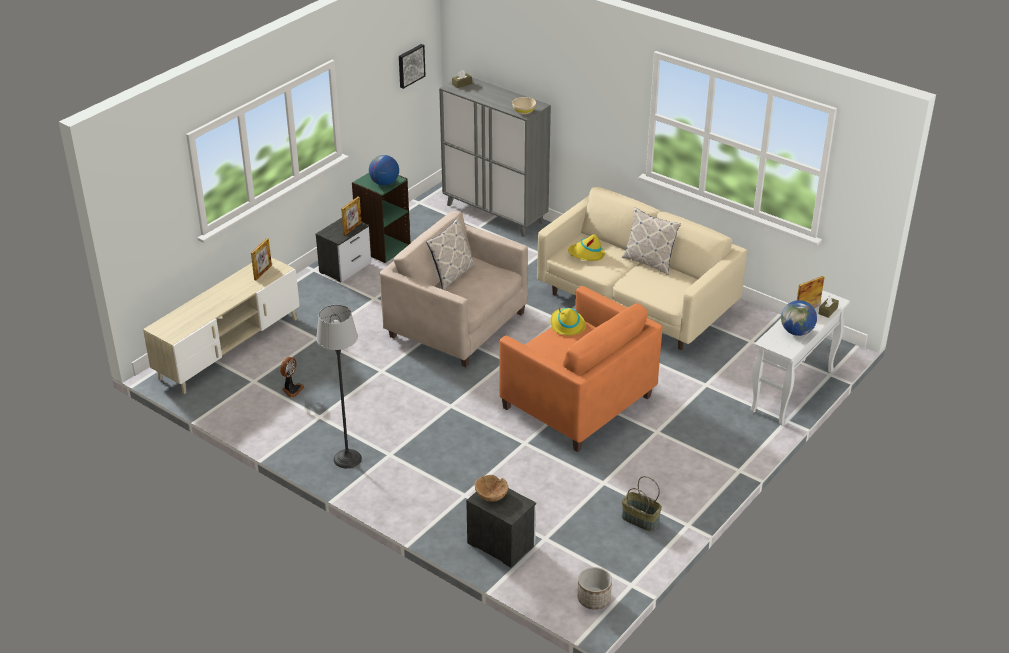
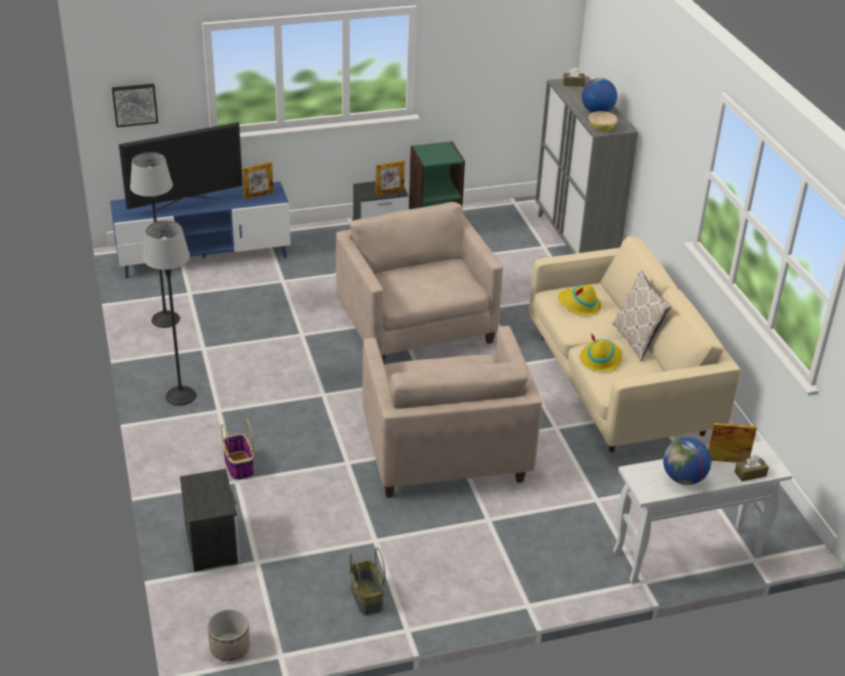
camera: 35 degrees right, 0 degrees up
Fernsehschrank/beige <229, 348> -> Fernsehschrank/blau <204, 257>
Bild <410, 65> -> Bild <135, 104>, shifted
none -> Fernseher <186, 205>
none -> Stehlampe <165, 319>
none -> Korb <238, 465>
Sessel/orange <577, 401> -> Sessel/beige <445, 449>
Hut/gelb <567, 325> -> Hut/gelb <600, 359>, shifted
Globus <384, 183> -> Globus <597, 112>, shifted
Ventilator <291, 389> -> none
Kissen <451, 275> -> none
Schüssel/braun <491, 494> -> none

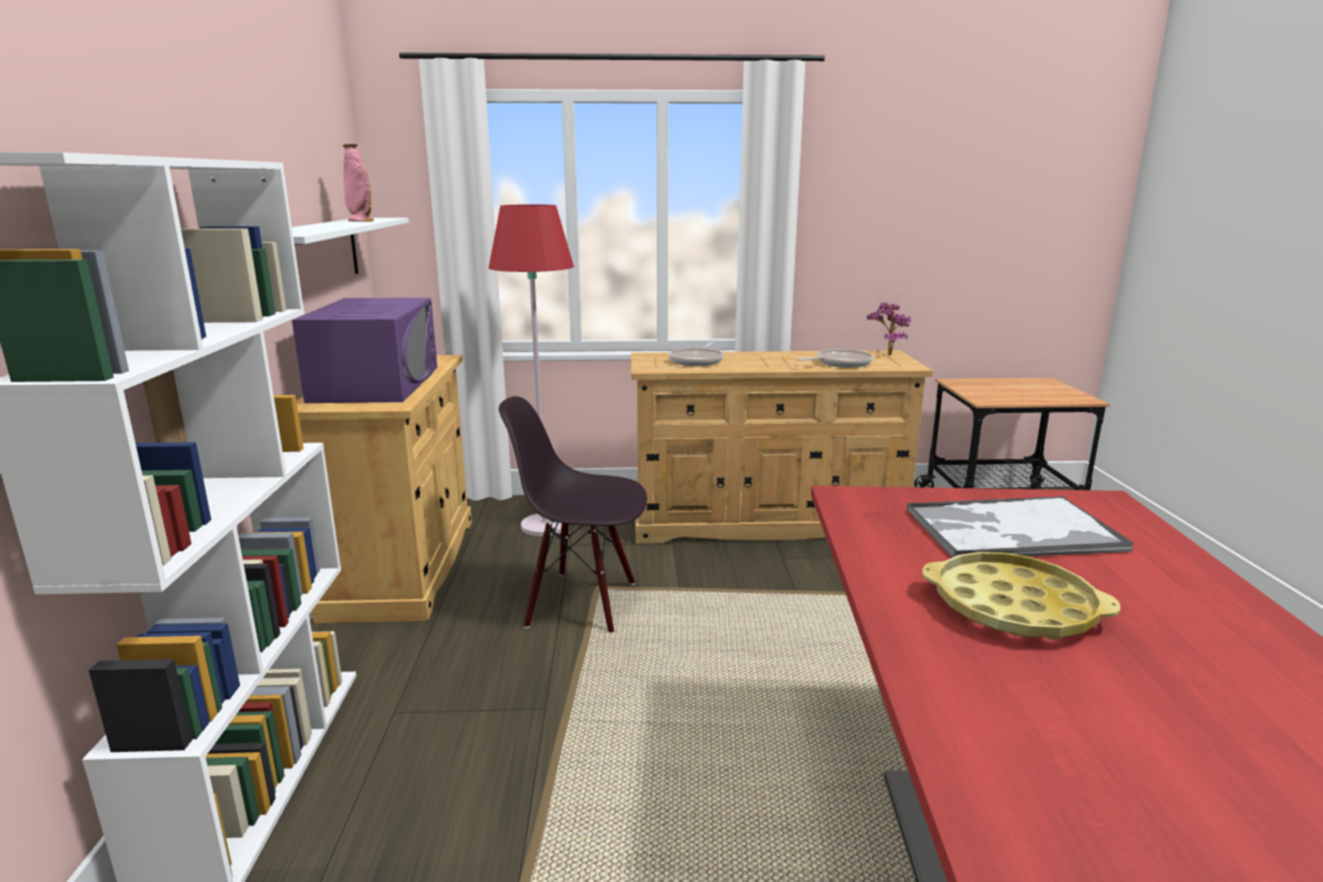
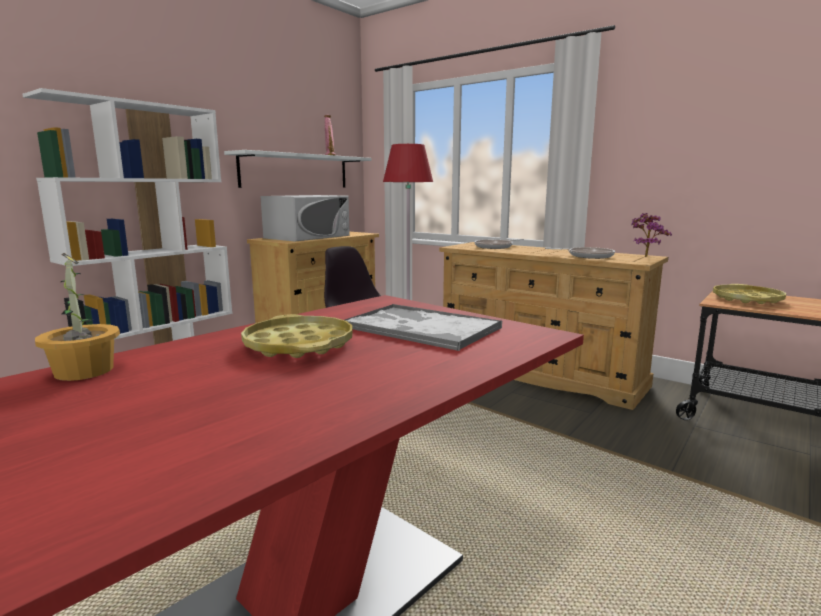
camera: 40 degrees right, 5 degrees down
none -> Topfpflanze <83, 371>
Mikrowelle/lila <376, 384> -> Mikrowelle/weiß <307, 236>
none -> Tablett/gelb <747, 299>

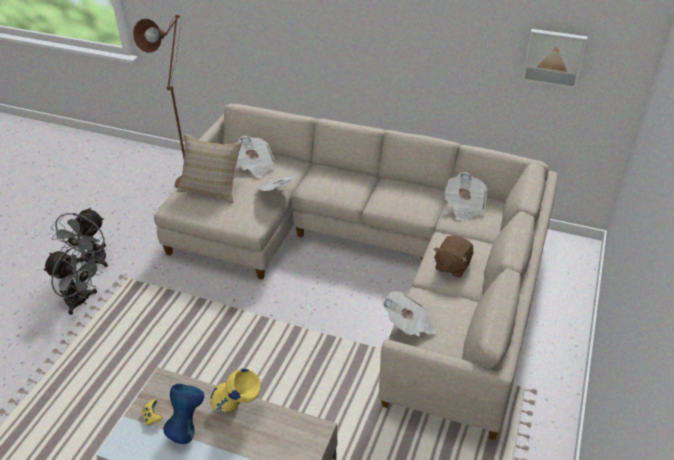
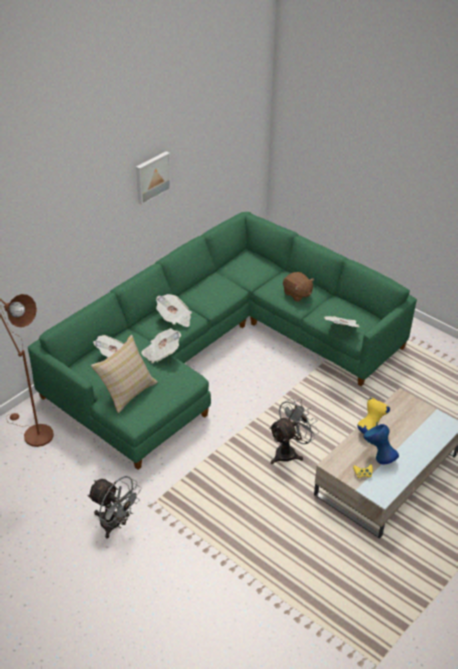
camera: 70 degrees left, 0 degrees up
Sofa/beige <369, 257> -> Sofa/grün <217, 350>
Bild <554, 57> -> Bild <152, 177>, shifted
Zeitung <464, 206> -> Zeitung <174, 318>, shifted
Ventilator/grau <81, 301> -> Ventilator/grau <289, 452>, shifted

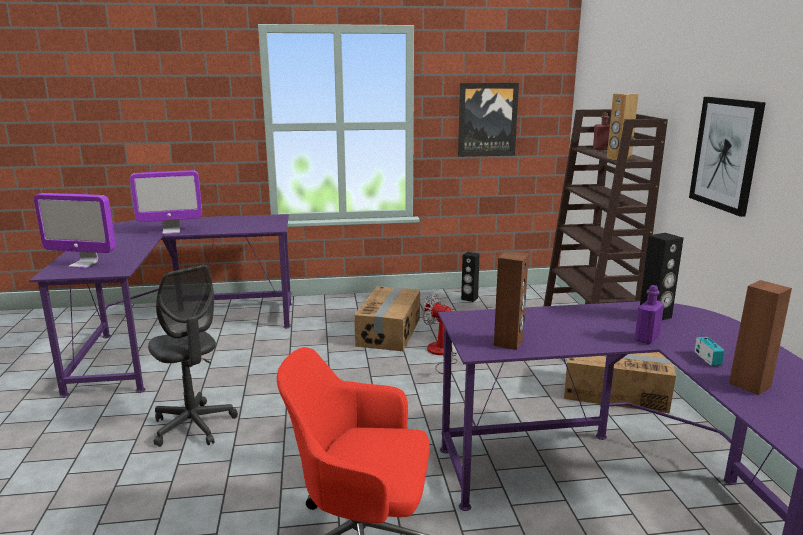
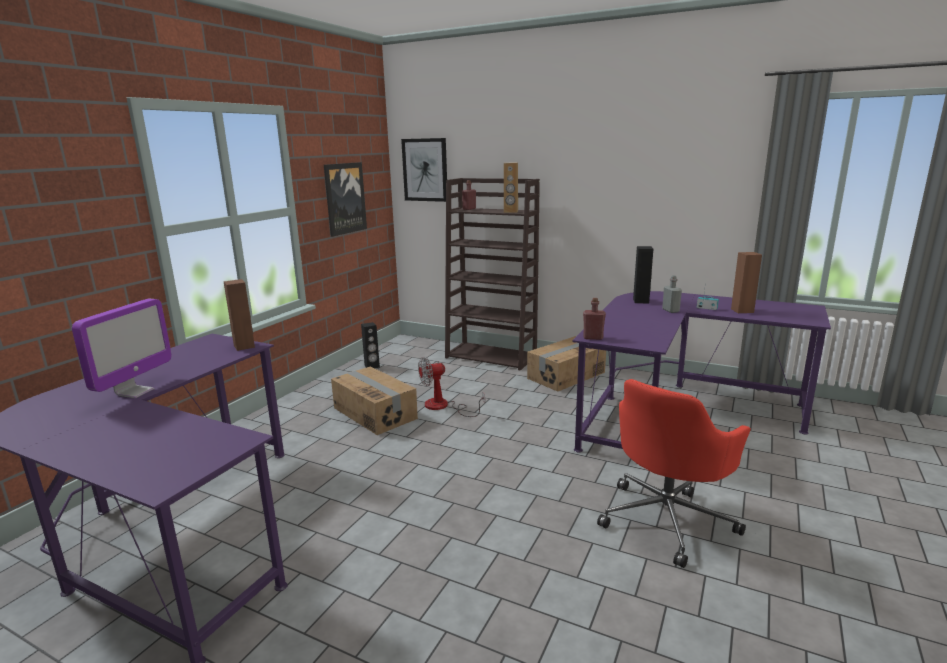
camera: 55 degrees left, 0 degrees up
Lautsprecher/braun <509, 343> -> Lautsprecher/braun <244, 346>, shifted
Bild <726, 154> -> Bild <425, 170>, shifted
none -> Flasche/rot <593, 337>
Flasche/lila <646, 338> -> Flasche/grau <670, 310>
Monitor <83, 264> -> none
Bürostuhl/grau <193, 426> -> none

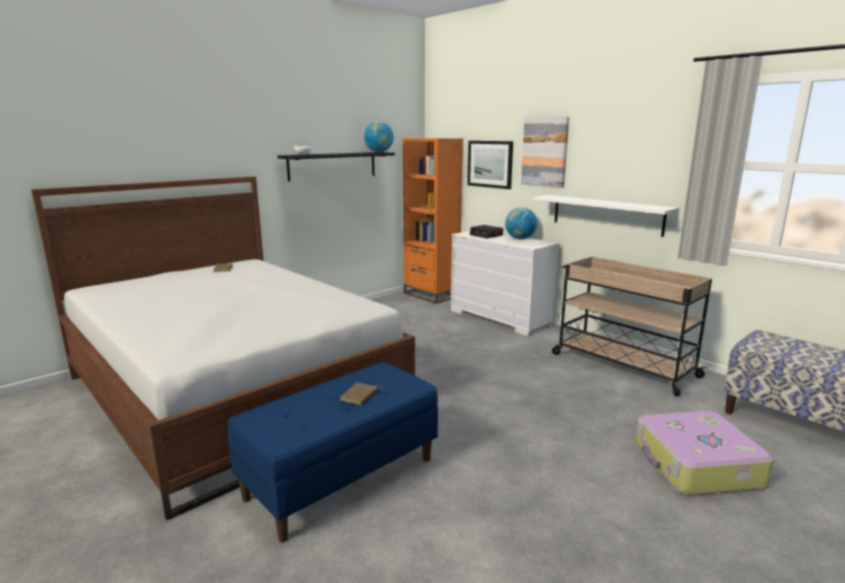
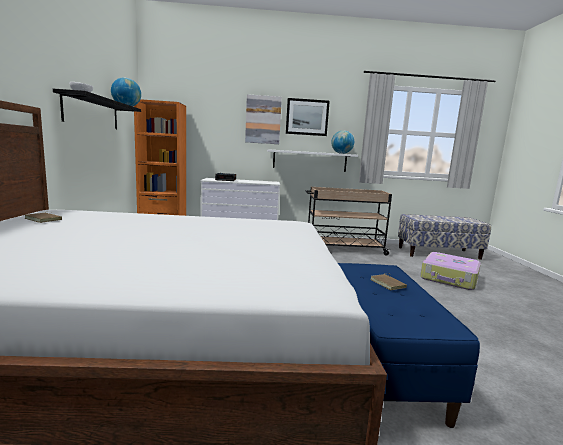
camera: 50 degrees left, 5 degrees down
Bild <490, 164> -> Bild <307, 117>, shifted
Globus <520, 238> -> Globus <341, 153>, shifted

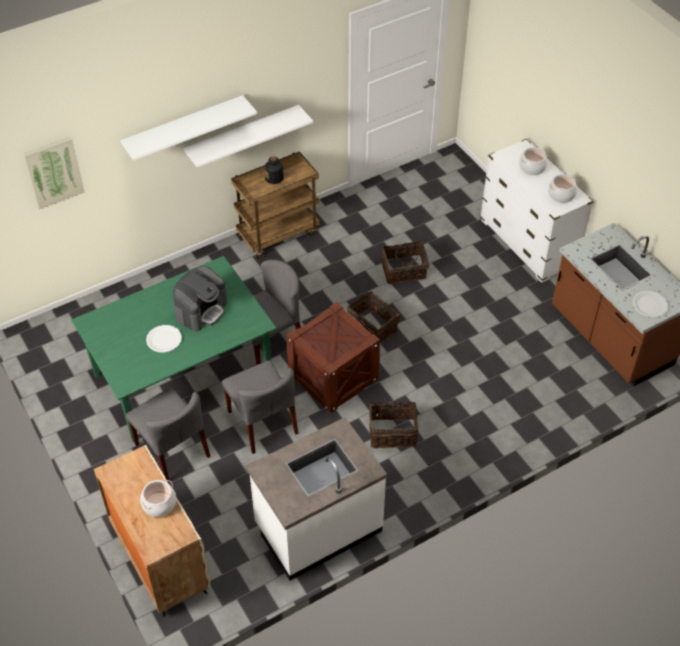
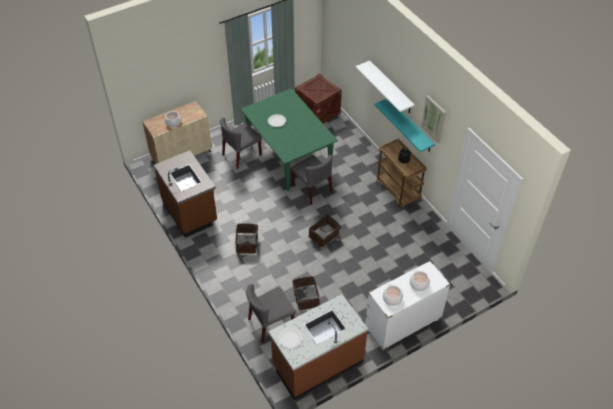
camera: 90 degrees right, 0 degrees up
Küchenzeile/weiß <317, 527> -> Küchenzeile/braun <190, 211>
Stuhl/grau <263, 423> -> Stuhl/grau <270, 323>, shifted
Korb <404, 271> -> Korb <305, 298>, shifted
Kiste <333, 377> -> Kiste <317, 112>, shifted
Wandregal/weiß <243, 135> -> Wandregal/türkis <410, 125>
Bild <53, 172> -> Bild <434, 119>, shifted
Kaffeemaschine <201, 310> -> none

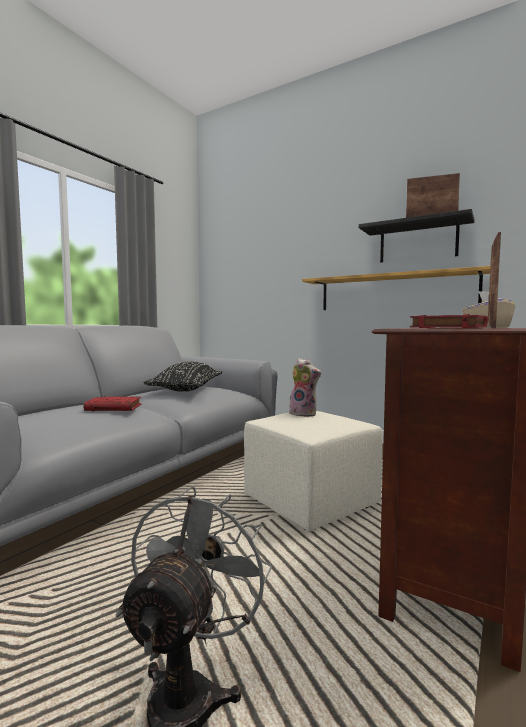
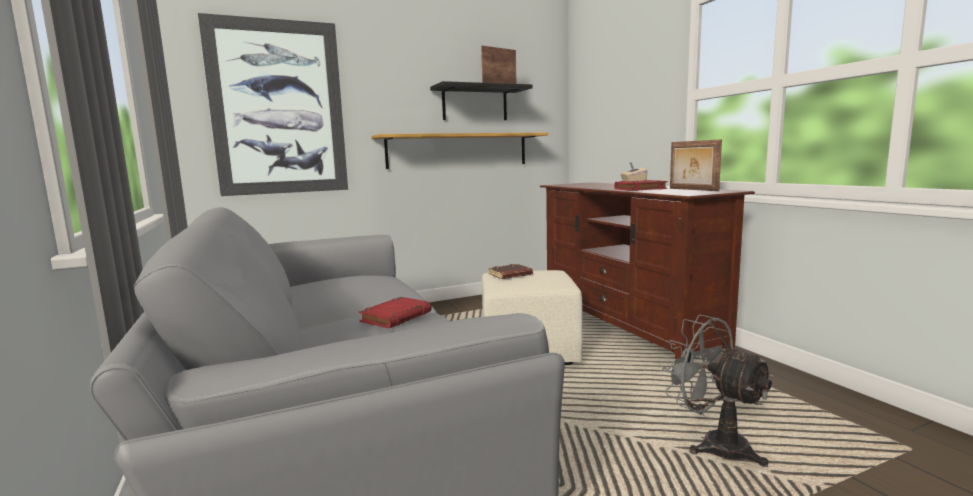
camera: 55 degrees left, 5 degrees up
none -> Bild <278, 108>
Plüschtier <304, 414> -> Buch/braun <510, 275>
Kissen/schwarz <187, 389> -> none

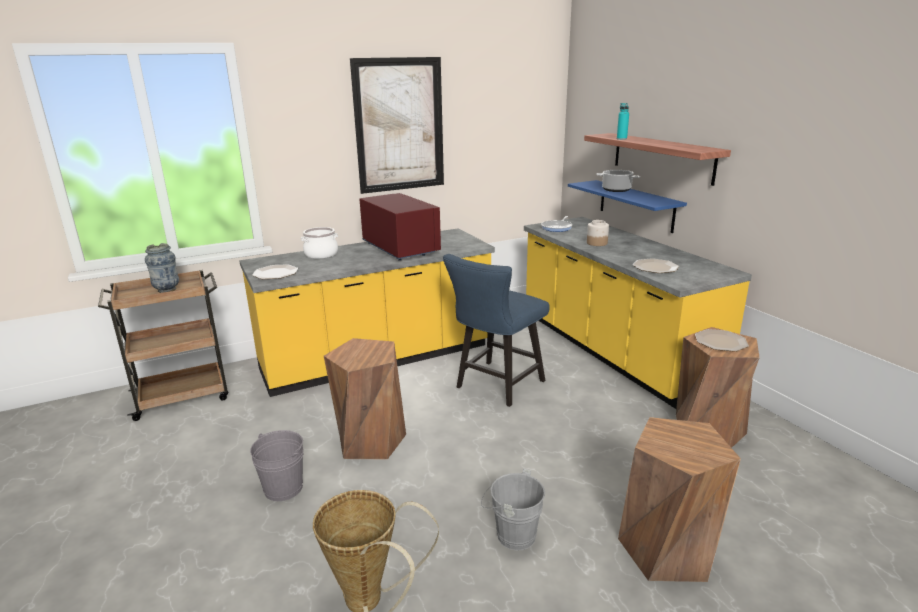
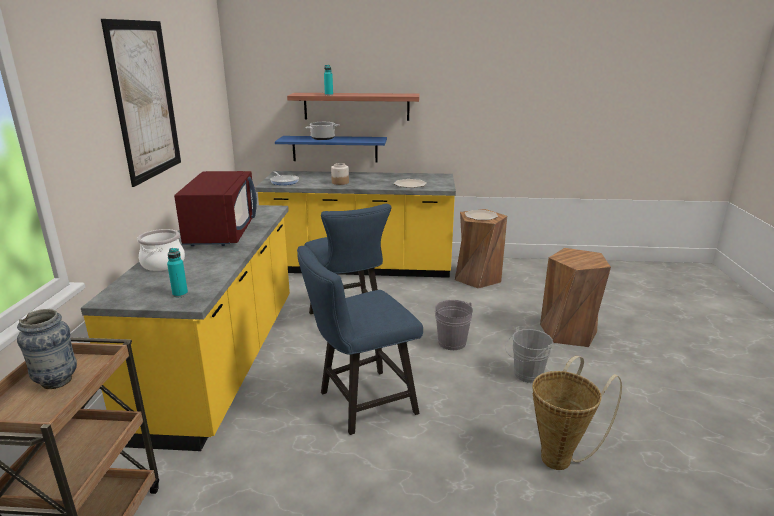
camera: 60 degrees left, 0 degrees up
Teller <275, 273> -> Flasche/türkis <180, 294>
Mikrowelle/rot <399, 248> -> Mikrowelle/rot <221, 232>, 90 degrees clockwise
Hocker/braun <370, 441> -> Stuhl/blau <360, 404>
Eimer/grau <283, 488> -> Eimer/grau <452, 342>, shifted

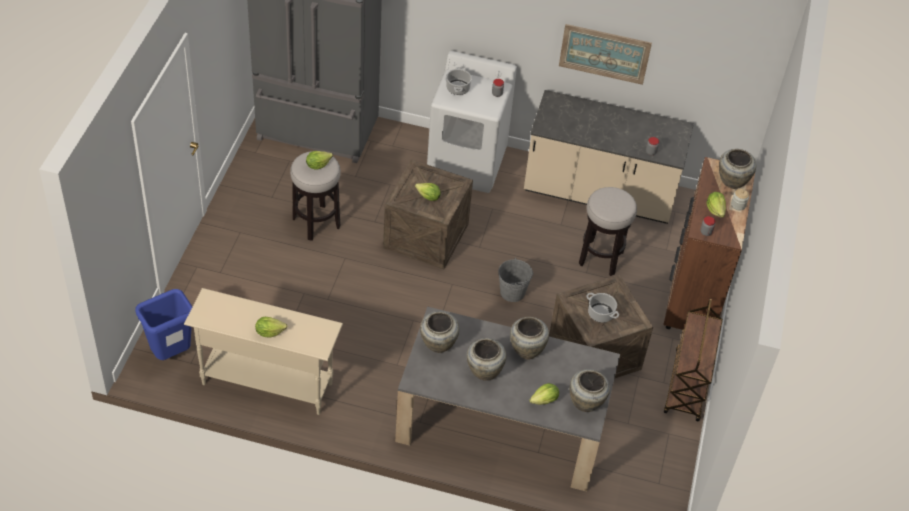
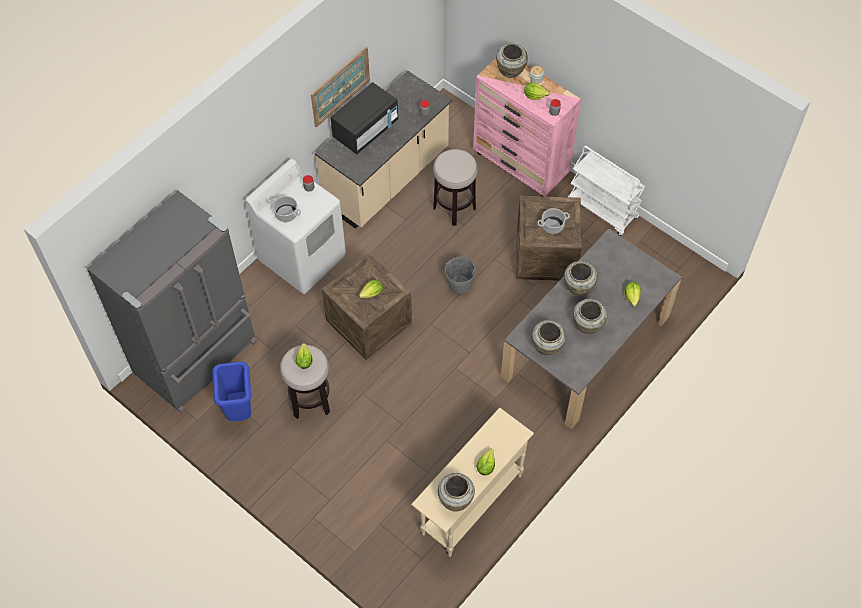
camera: 60 degrees left, 10 degrees up
Mülleimer/blau <172, 354> -> Mülleimer/blau <240, 411>, shifted
none -> Mikrowelle/schwarz <366, 130>
Vase/beige <586, 403> -> Vase/beige <456, 500>, shifted
Kommode/braun <694, 296> -> Kommode/rosa <521, 164>
Rollwagen/braun <687, 386> -> Rollwagen/weiß <602, 209>

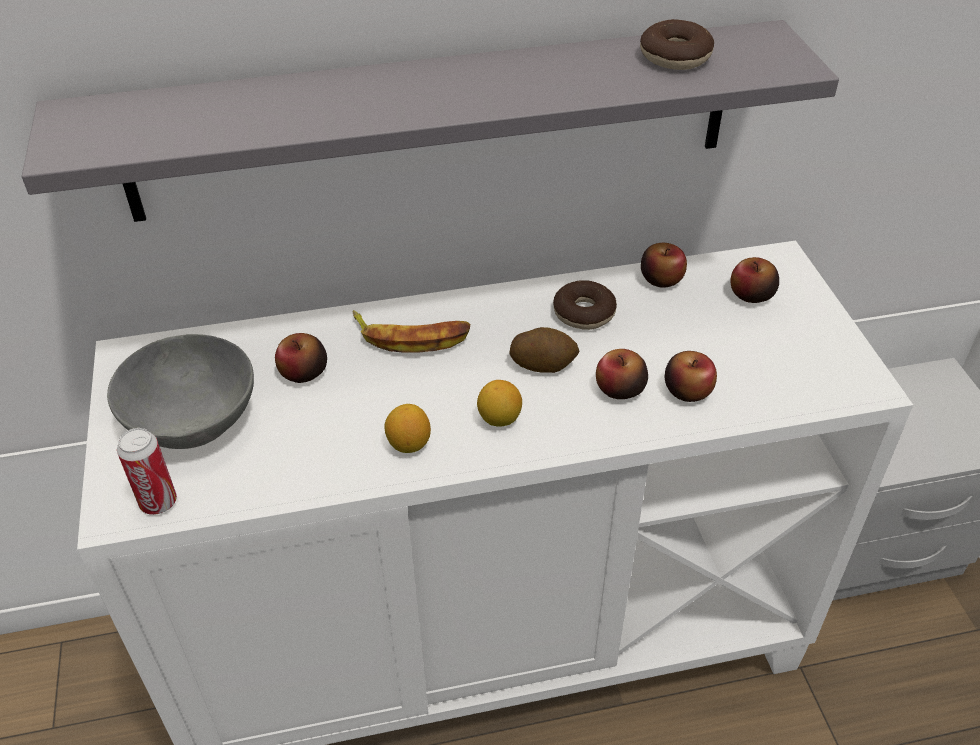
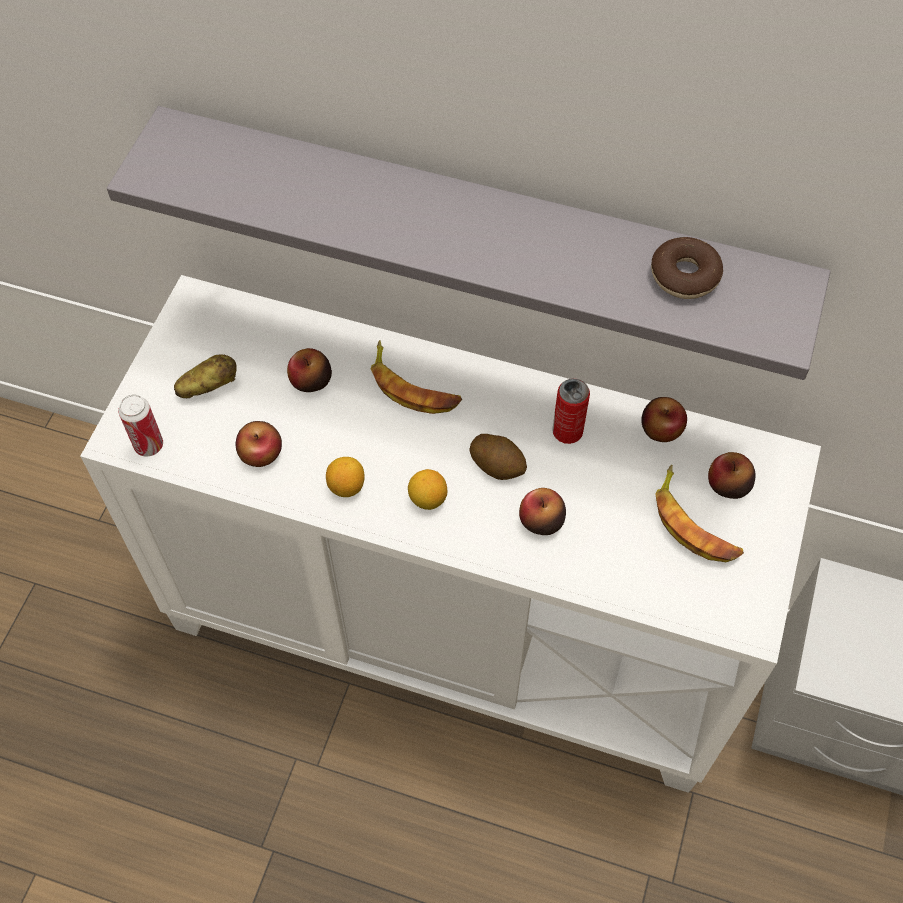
camera: 30 degrees right, 15 degrees up
Schüssel/grau <193, 421> -> Kartoffel <208, 386>
Apfel <688, 390> -> Apfel <261, 453>, shifted
Donut <584, 313> -> Dose <567, 431>
none -> Banane <694, 523>

